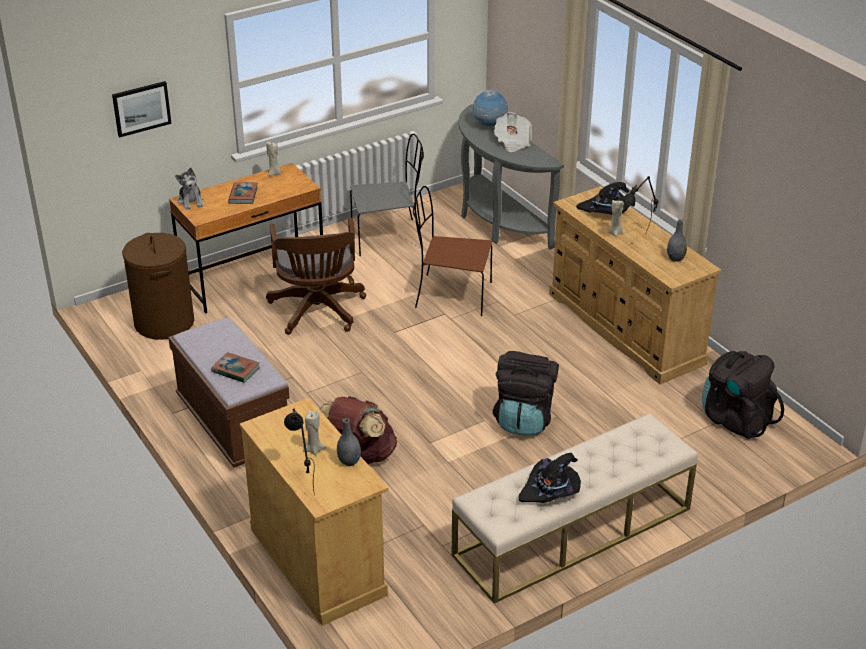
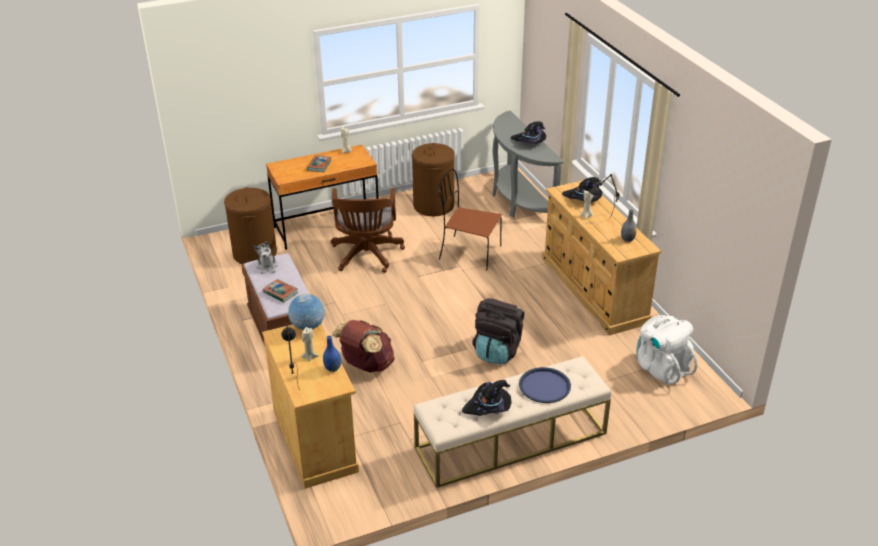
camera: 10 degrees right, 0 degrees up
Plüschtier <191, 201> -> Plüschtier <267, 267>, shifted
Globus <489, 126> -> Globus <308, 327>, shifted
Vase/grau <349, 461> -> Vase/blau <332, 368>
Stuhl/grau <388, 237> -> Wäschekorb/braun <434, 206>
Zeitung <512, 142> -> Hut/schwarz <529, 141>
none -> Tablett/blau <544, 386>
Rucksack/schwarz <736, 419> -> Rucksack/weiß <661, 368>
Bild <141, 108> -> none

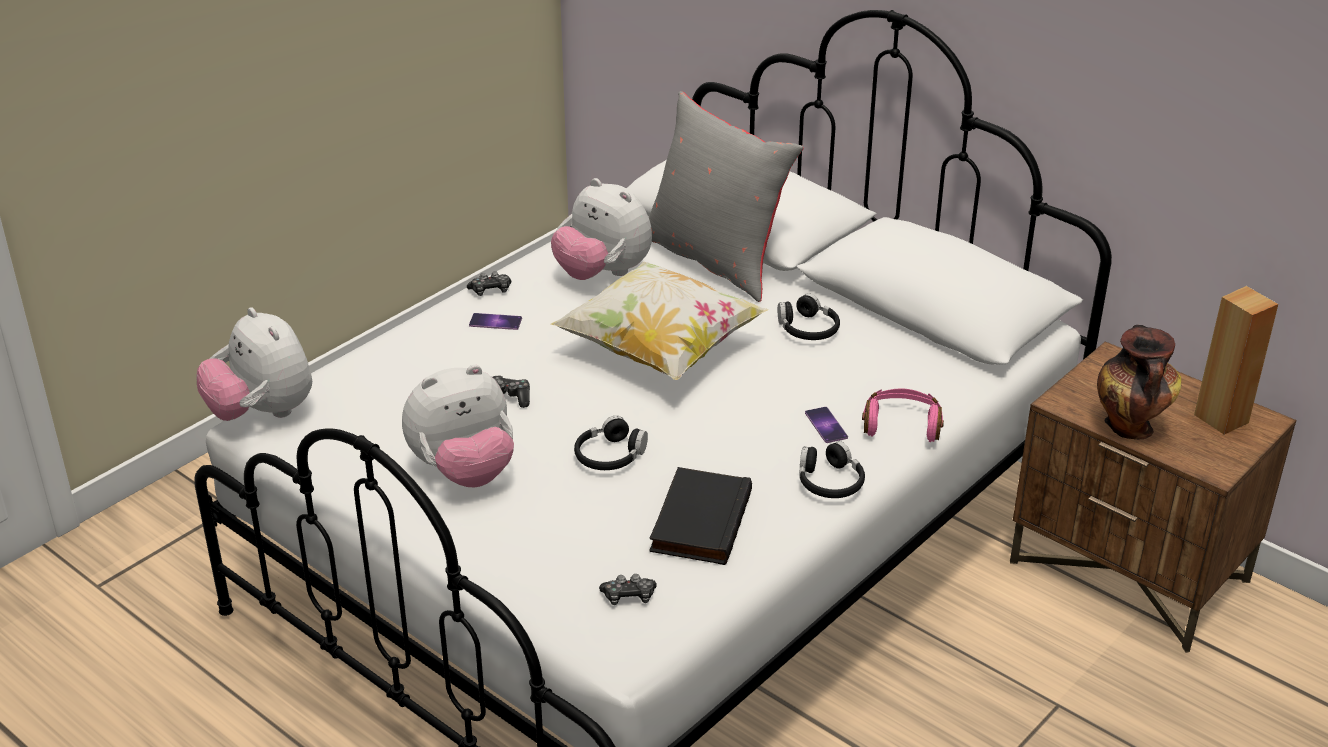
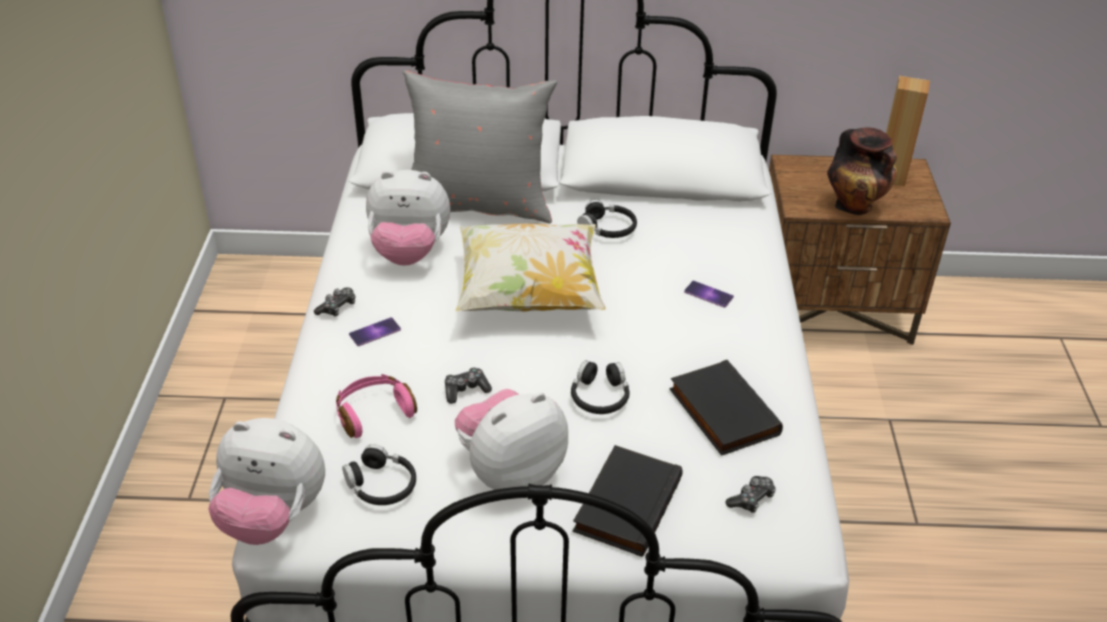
camera: 40 degrees left, 5 degrees up
Kopfhörer/rosa <902, 425> -> Kopfhörer/rosa <374, 413>, shifted
Kopfhörer/schwarz <829, 482> -> Kopfhörer/schwarz <381, 485>, shifted
Plüschtier <464, 472> -> Plüschtier <511, 471>, 150 degrees counterclockwise
none -> Buch/schwarz <625, 503>

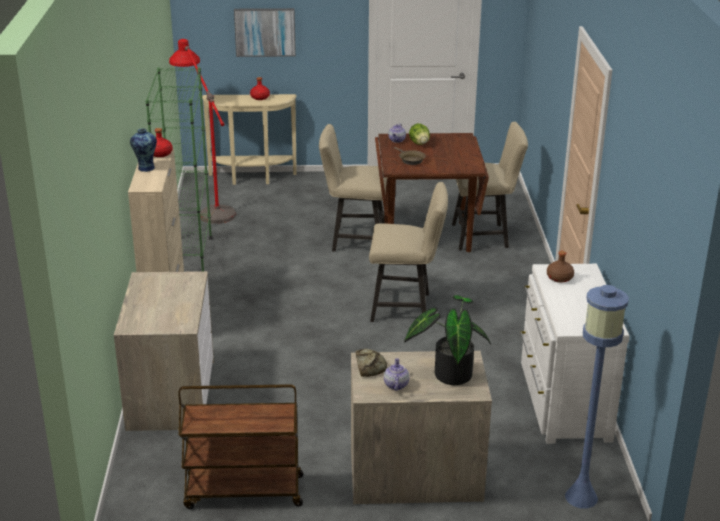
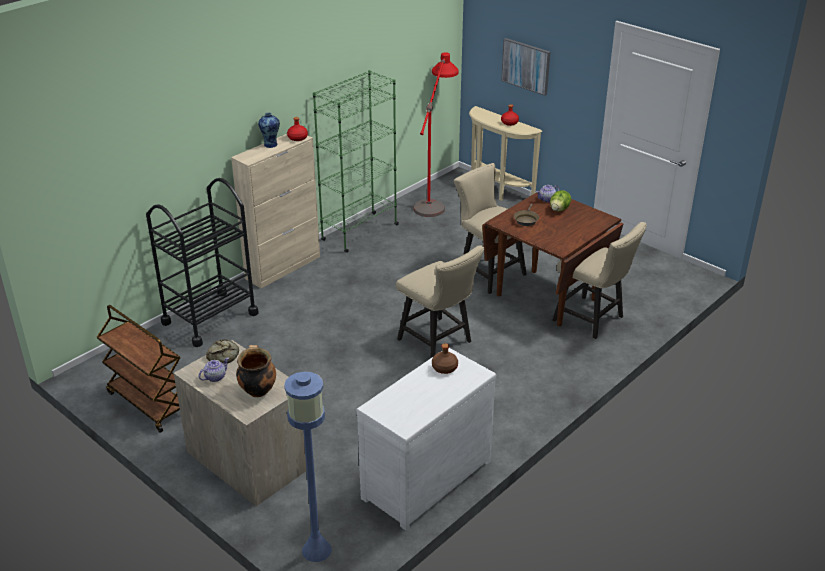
camera: 45 degrees right, 5 degrees up
Kommode <170, 394> -> Rollwagen/schwarz <210, 318>
Topfpflanze <449, 373> -> Kochtopf <257, 390>

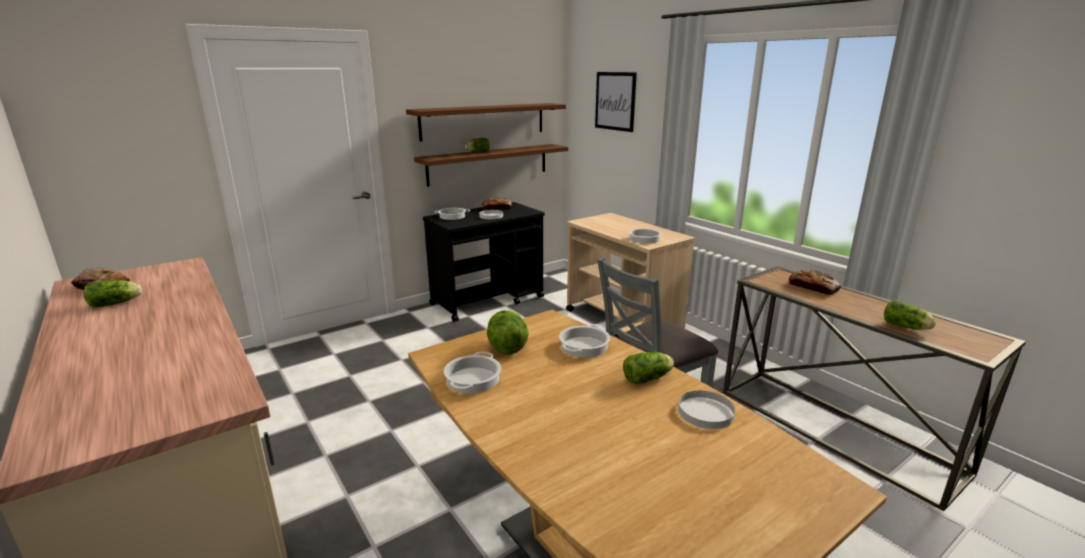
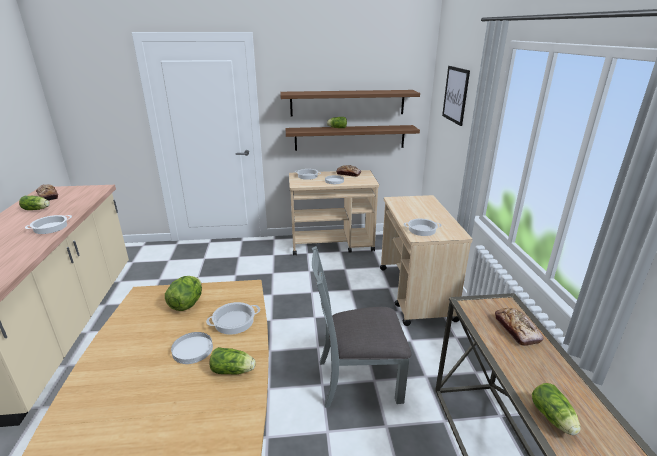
camera: 30 degrees right, 5 degrees up
Kochtopf <473, 379> -> Kochtopf <50, 228>, shifted
Teller/weiß <705, 412> -> Teller/weiß <192, 349>, shifted
Rollwagen/schwarz <488, 300> -> Rollwagen/beige <332, 244>

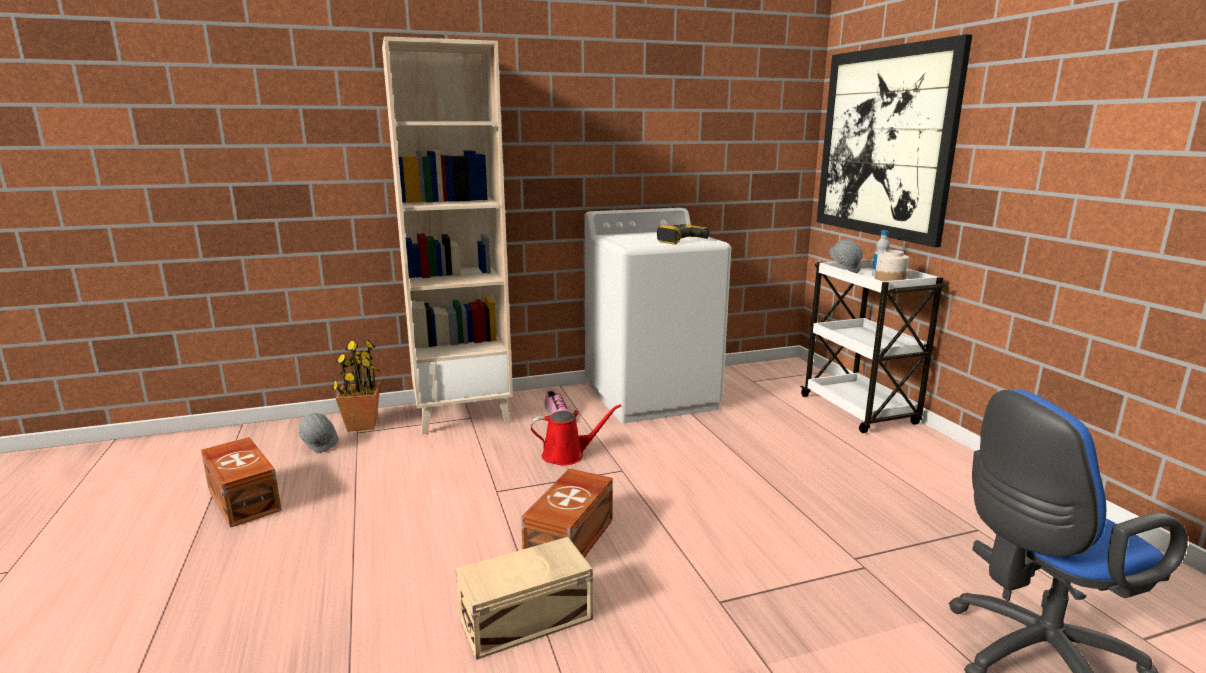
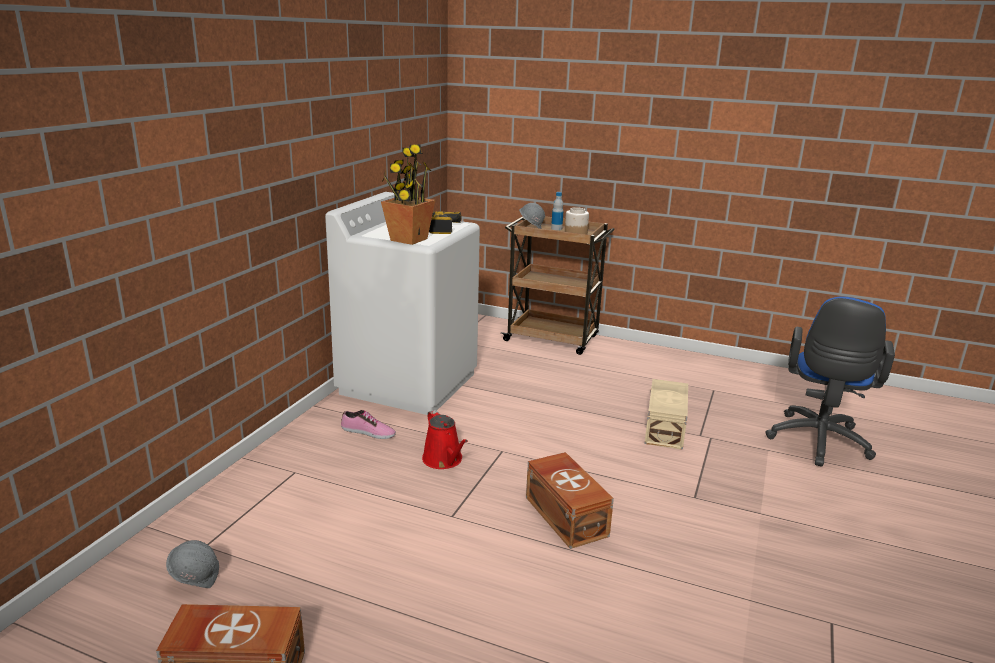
camera: 50 degrees left, 5 degrees up
Topfpflanze <362, 425> -> Topfpflanze <408, 239>, shifted
Gießkanne/rot <567, 455> -> Gießkanne/rot <444, 460>, 120 degrees clockwise
Rollwagen/weiß <859, 411> -> Rollwagen/braun <553, 339>
Aufbewahrungsbox/beige <528, 620> -> Aufbewahrungsbox/beige <666, 428>, shifted
Bücherregal/beige <463, 413> -> none
Bild <884, 143> -> none

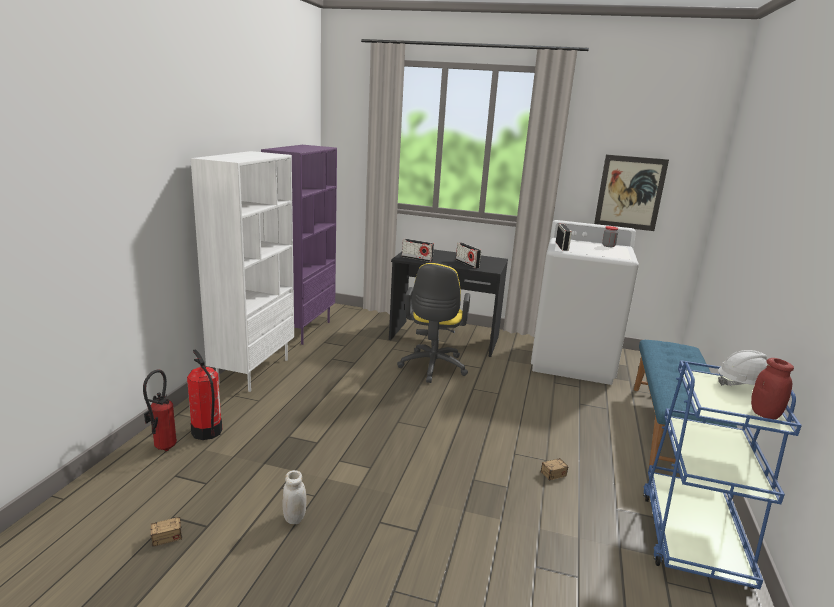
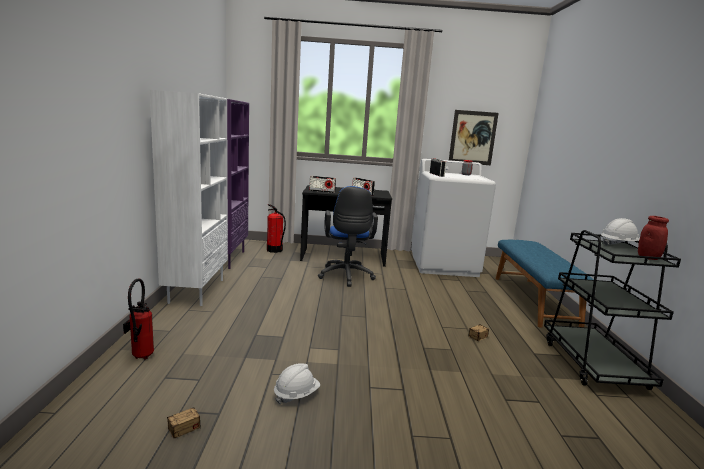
camera: 15 degrees left, 5 degrees down
Feuerlöscher <207, 432> -> Feuerlöscher <274, 250>, shifted
Vorratsglas/weiß <294, 518> -> Schutzhelm/weiß <296, 395>
Bürostuhl/gelb <432, 368> -> Bürostuhl/blau <346, 277>
Rollwagen/blau <692, 537> -> Rollwagen/schwarz <593, 364>

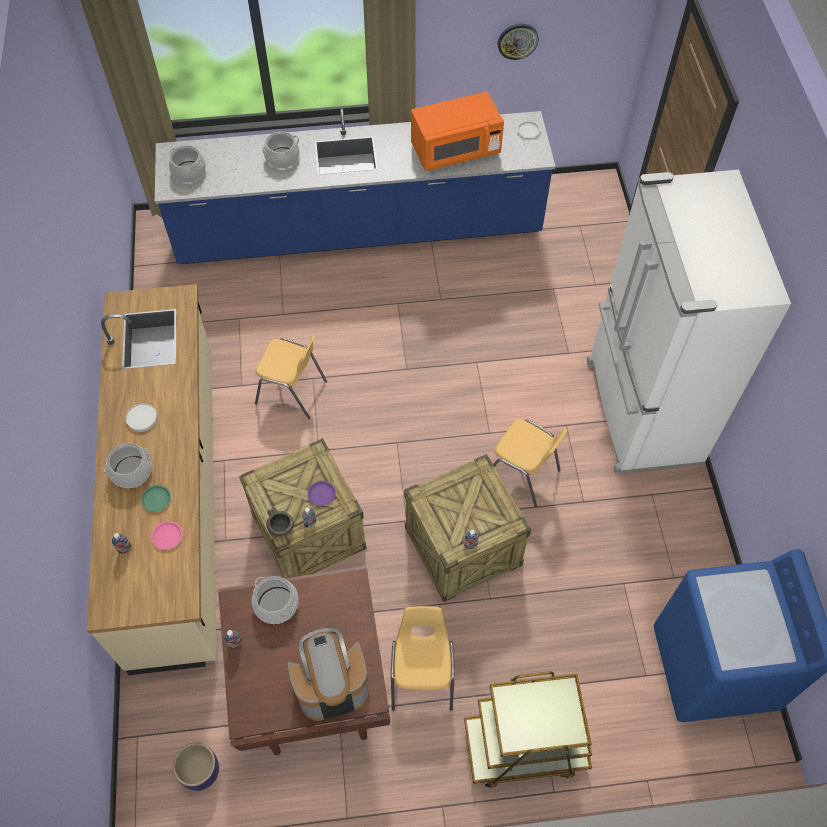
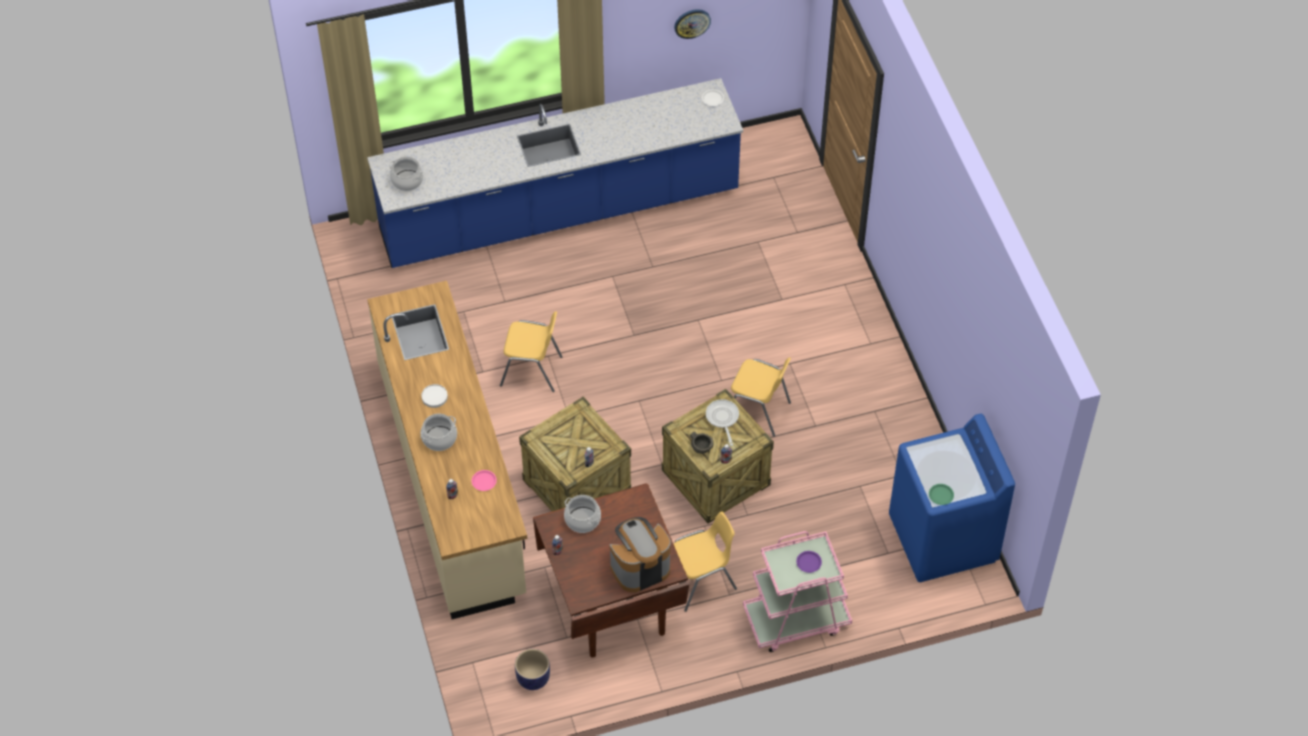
camera: 10 degrees left, 5 degrees down
Stuhl/gelb <422, 675> -> Stuhl/gelb <701, 581>, 75 degrees clockwise
Schüssel/grau <281, 527> -> Schüssel/grau <702, 447>, shifted
none -> Pfanne <722, 419>
Rollwagen/braun <524, 746> -> Rollwagen/rosa <796, 619>
Teller/lila <321, 494> -> Teller/lila <808, 562>, shifted
Teller/grün <156, 499> -> Teller/grün <940, 495>, shifted
Kochtopf <282, 158> -> none
Mikrowelle/orange <455, 150> -> none
Kühlschrank/weiß <640, 412> -> none

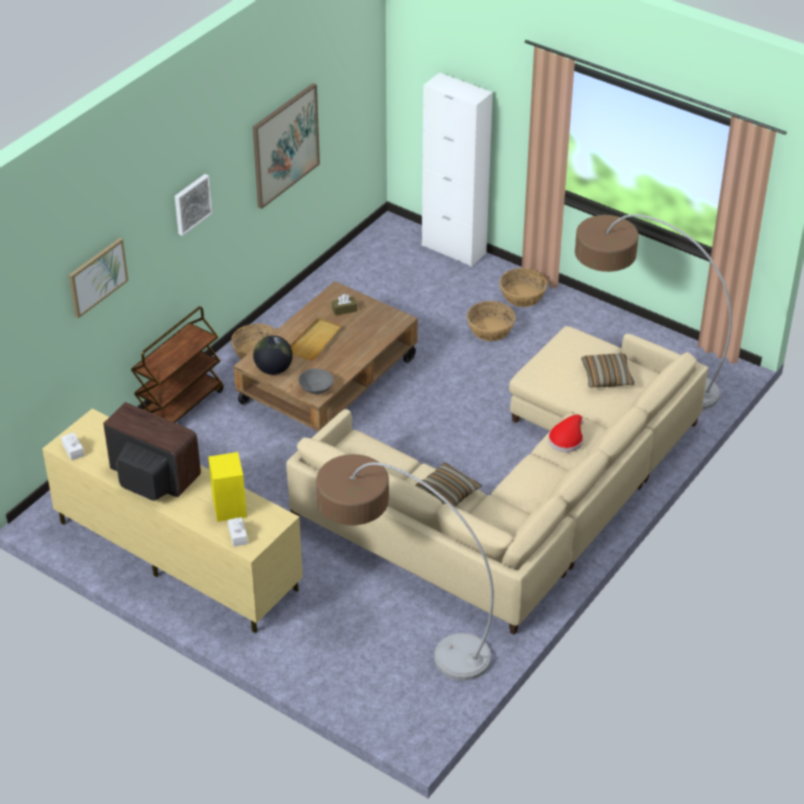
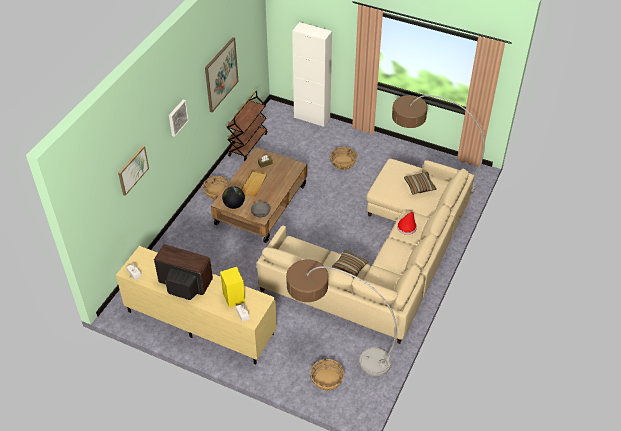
camera: 10 degrees left, 5 degrees up
Rollwagen/braun <180, 407> -> Rollwagen/braun <248, 144>, shifted
Korb <522, 296> -> Korb <327, 379>, shifted

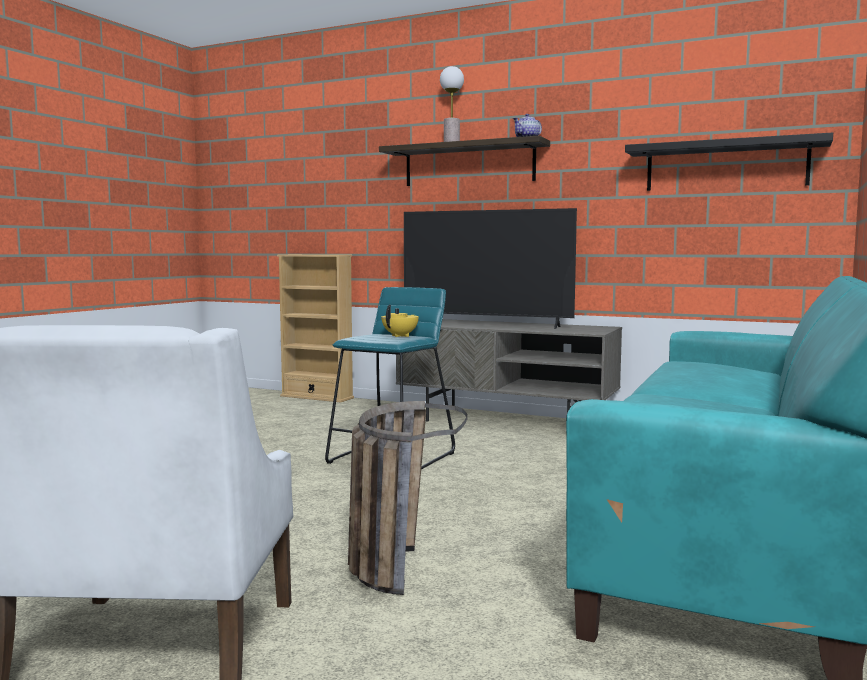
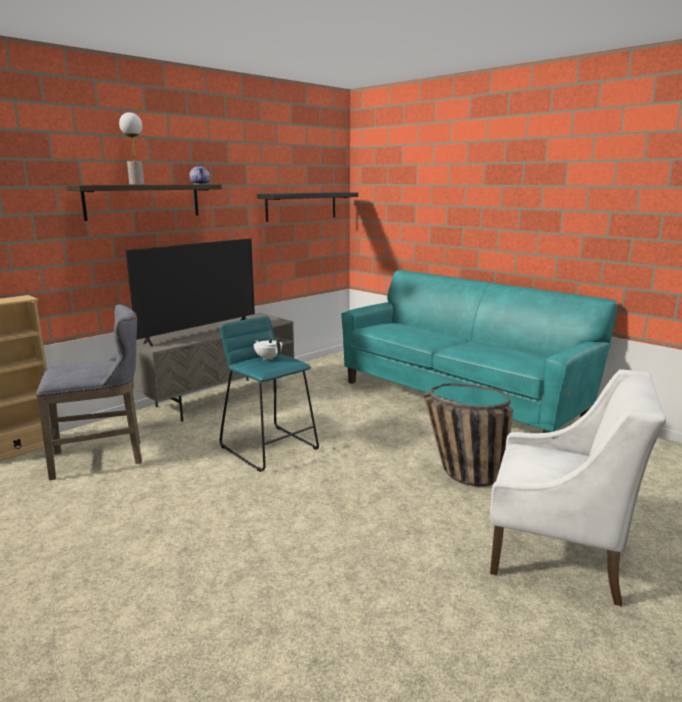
camera: 70 degrees left, 10 degrees up
none -> Hocker/grau <103, 458>
Teekanne/gelb <400, 336> -> Teekanne/weiß <268, 358>

